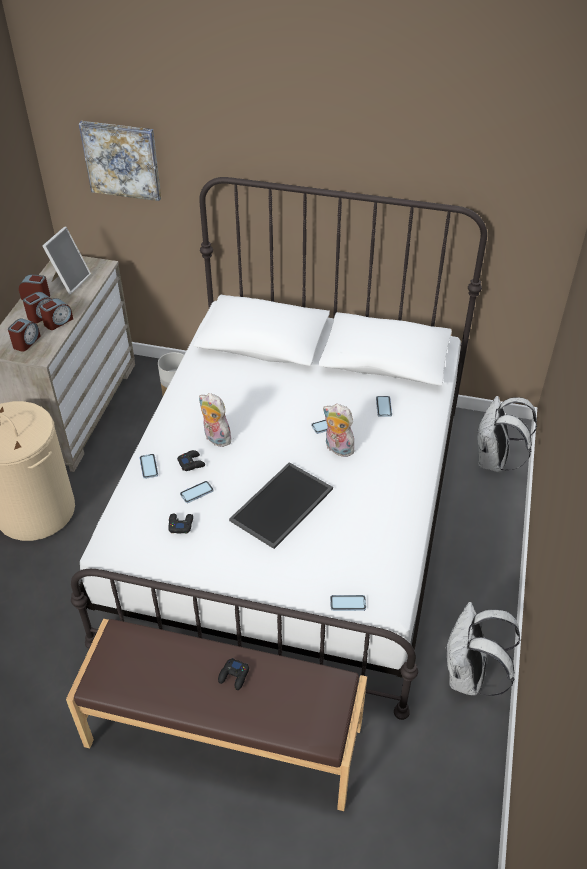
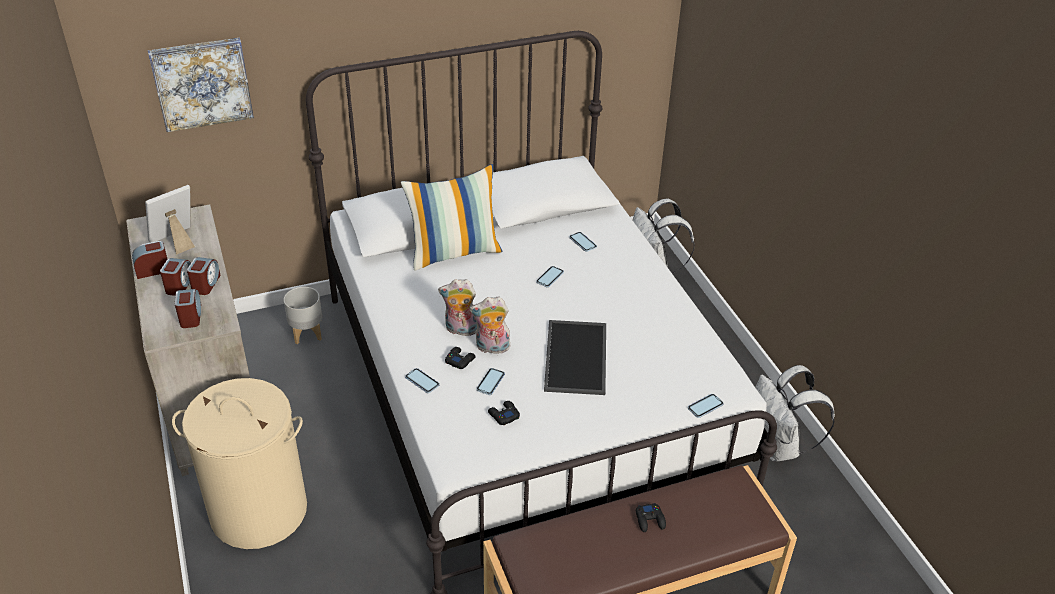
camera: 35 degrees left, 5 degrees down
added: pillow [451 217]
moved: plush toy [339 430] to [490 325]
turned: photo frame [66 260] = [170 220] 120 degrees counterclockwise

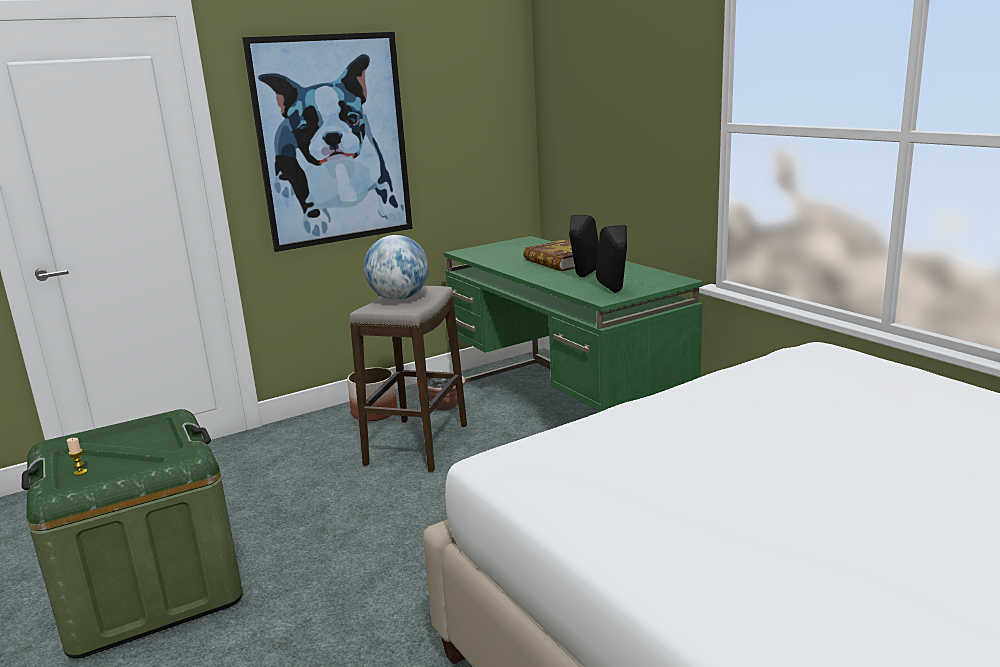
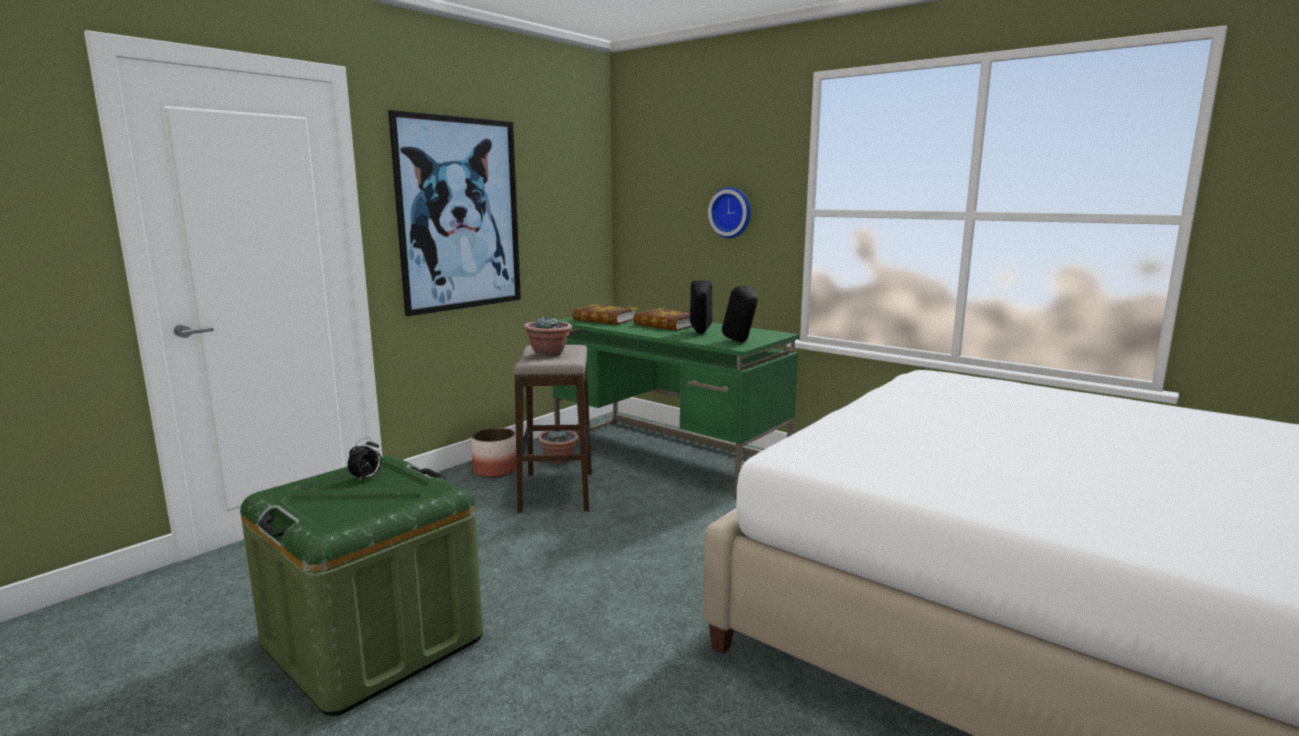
camera: 20 degrees left, 5 degrees down
removed: wax light [77 457]
added: alarm clock [365 459]; bound book [605 314]; wall clock [729 212]
replaced: desk globe [396 267] to plant in a pot [548 336]

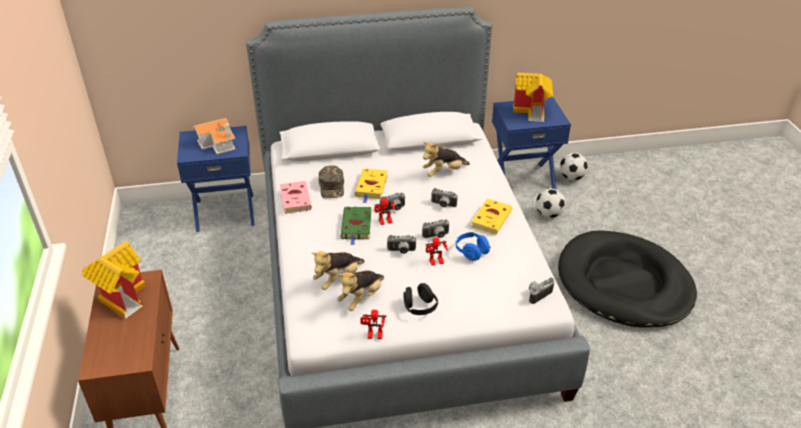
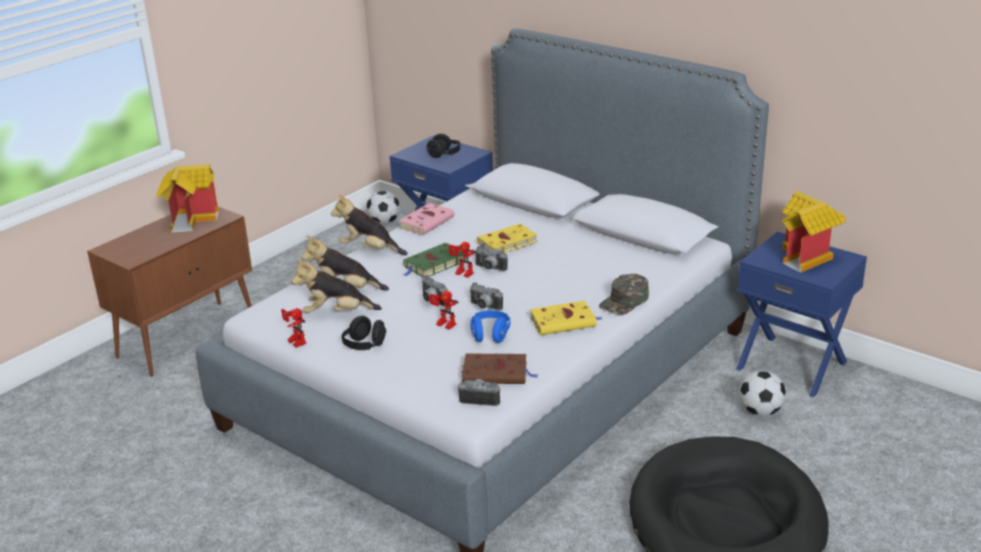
camera: 50 degrees right, 10 degrees down
removed: still camera [444 197]
added: bound book (brownish) [500 368]
moved: baseball cap (greenish) [331 182] to [624 294]; plush toy [446 159] to [369 224]; ball for football [574 166] to [383 207]
replaced: model house [214 136] to pair of headphones (blackish) [443 146]

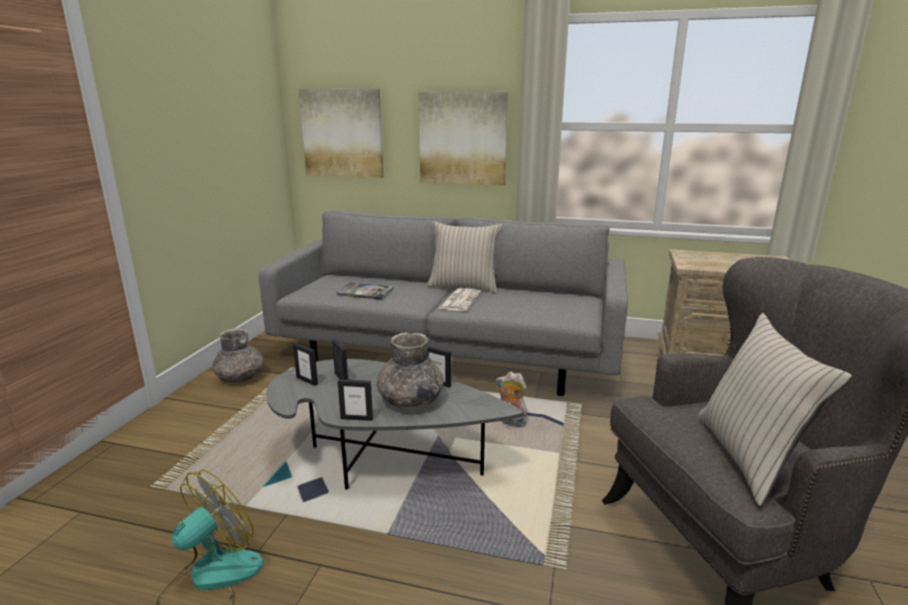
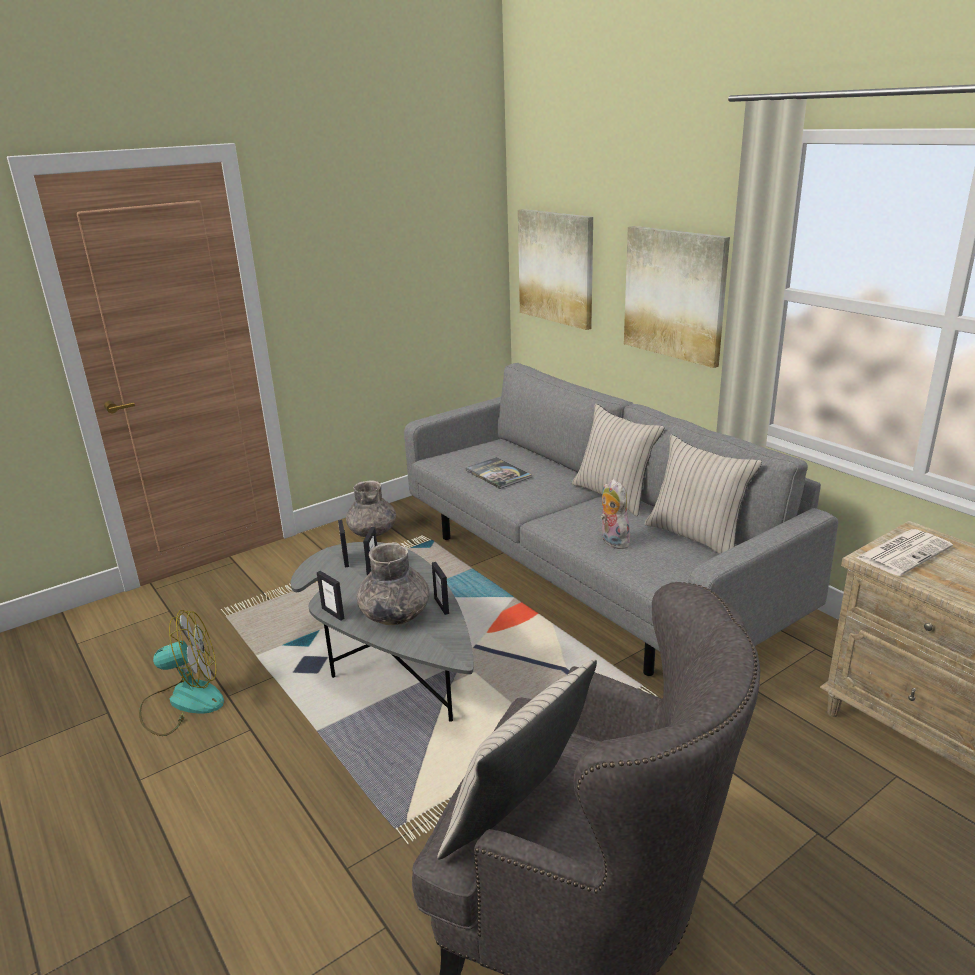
camera: 40 degrees right, 5 degrees up
added: pillow (beige-coloured) [703 494]
moved: printed paper [460 299] to [904 552]; plush toy [511 399] to [615 514]

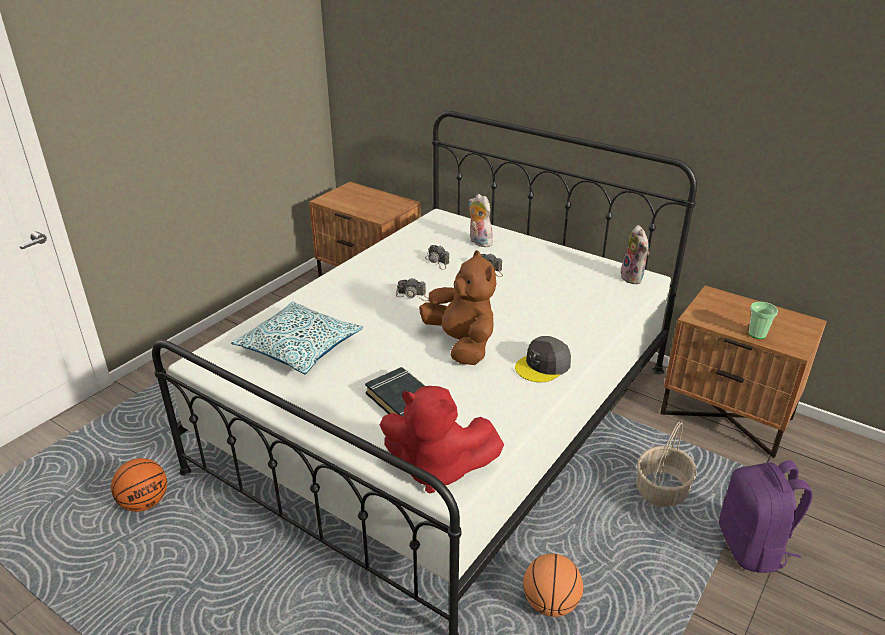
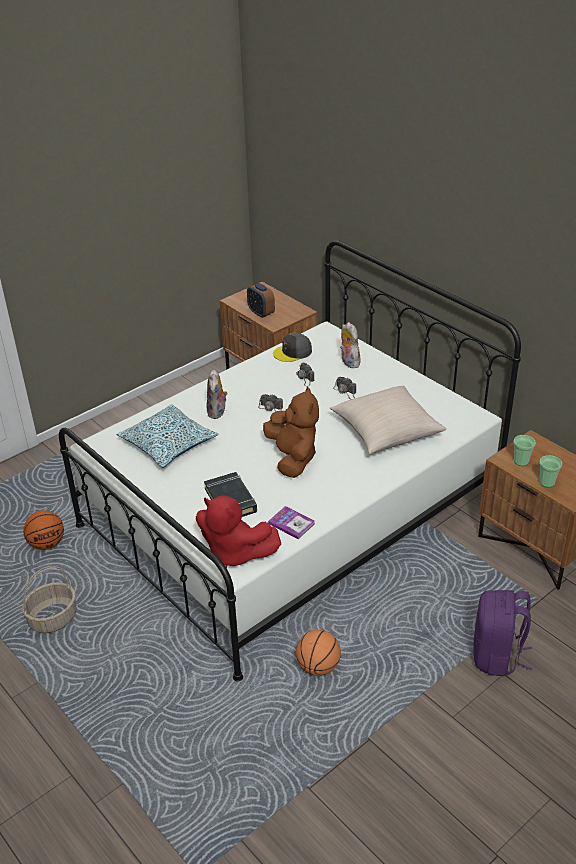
camera: 15 degrees right, 5 degrees up
added: alarm clock [261 300]; bound book [291 522]; pillow (beige-coloured) [388 419]; cup [524 450]
moved: baseball cap (gray) [543 359] to [292 347]; plush toy [635 254] to [217 394]; basket [666 464] to [49 599]

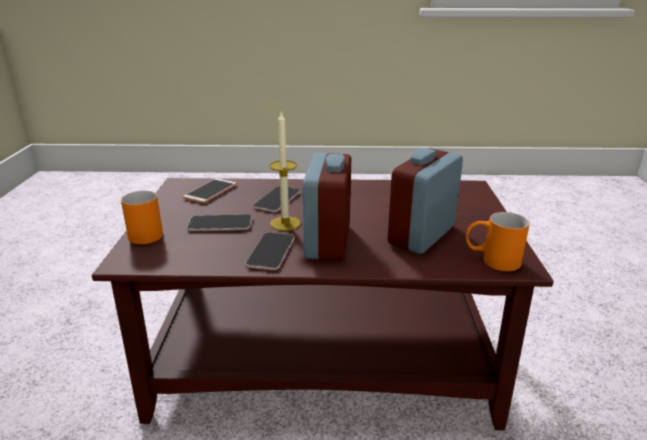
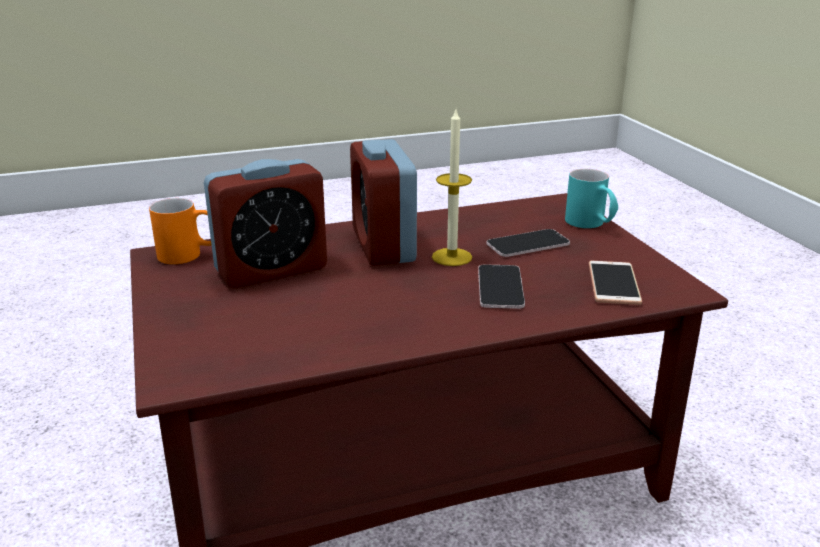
camera: 160 degrees right, 0 degrees up
removed: handset [269 251]
recoloured: coffee mug (orange) [142 217] to coffee mug (blue-green) [591 198]
turned: alarm clock [425 201] = [265 223] 45 degrees clockwise

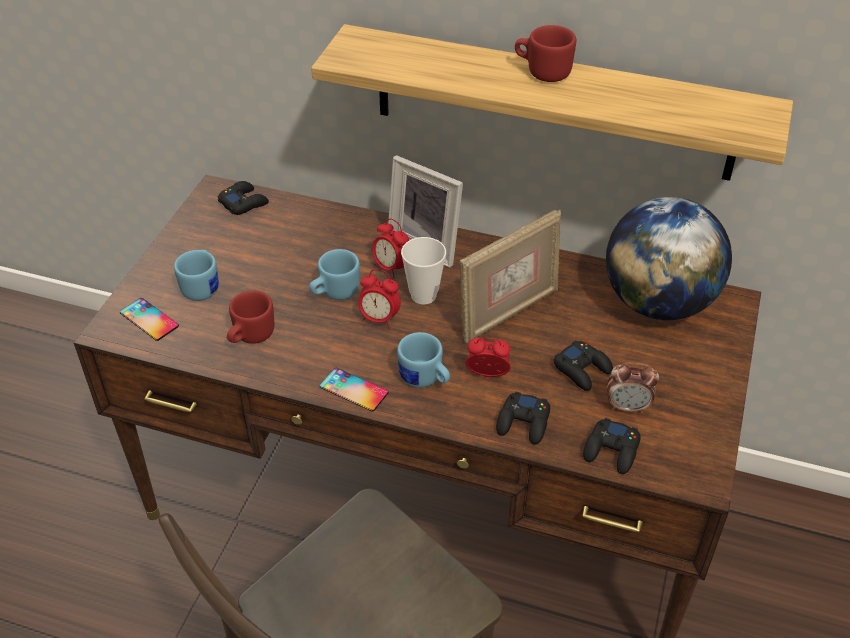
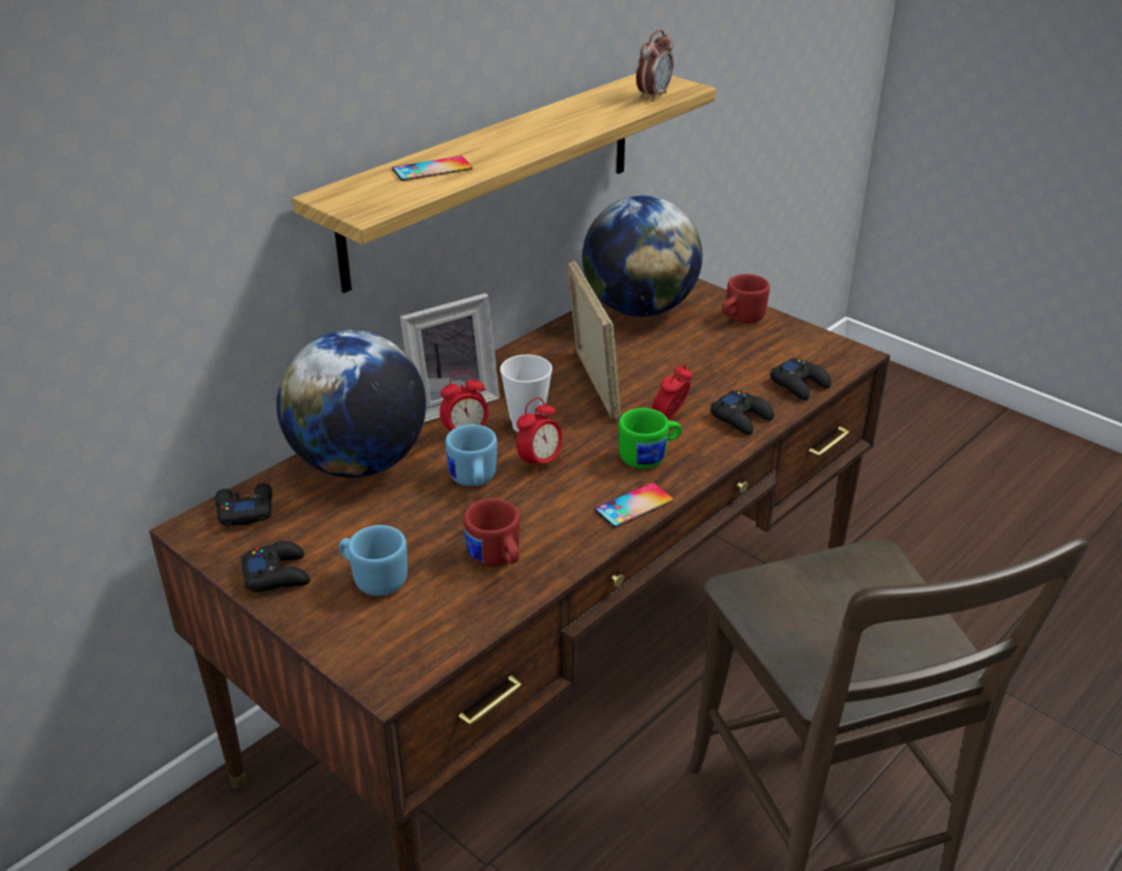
camera: 65 degrees left, 10 degrees down
added: desk globe [351 404]
moved: handset [149 319] to [432 168]; coffee mug (red-coloured) [545 53] to [746 299]; gamepad (blackish) [583 365] to [275 566]; alarm clock [633 387] to [655 65]
recoloured: coffee mug (blue) [423 360] to coffee mug (greenish) [650 438]

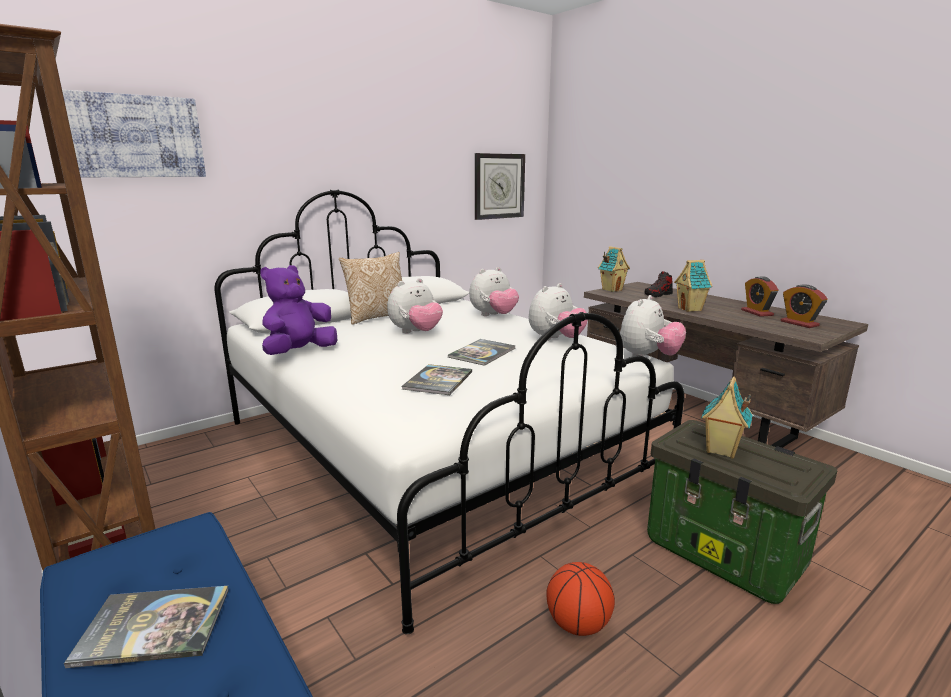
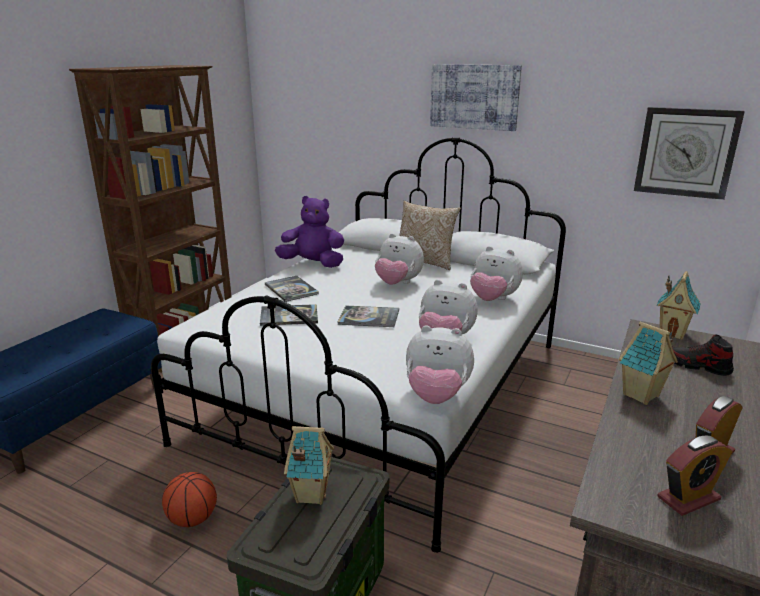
camera: 65 degrees right, 5 degrees up
moved: picture [134 133] to [476 97]; bound book [146 627] to [292 289]
turned: alarm clock [804 306] = [695 475] 150 degrees counterclockwise

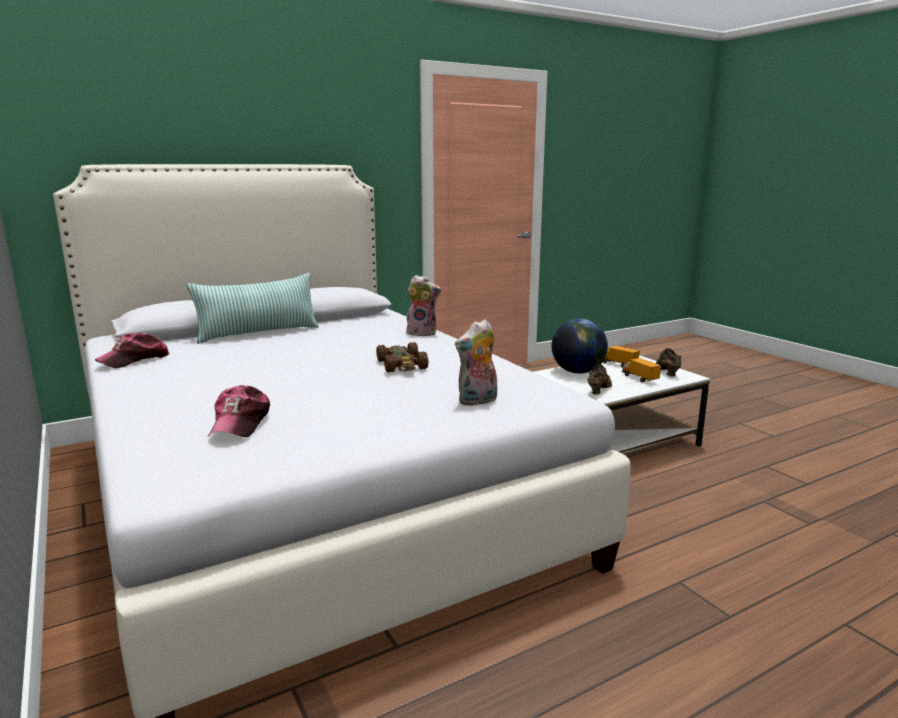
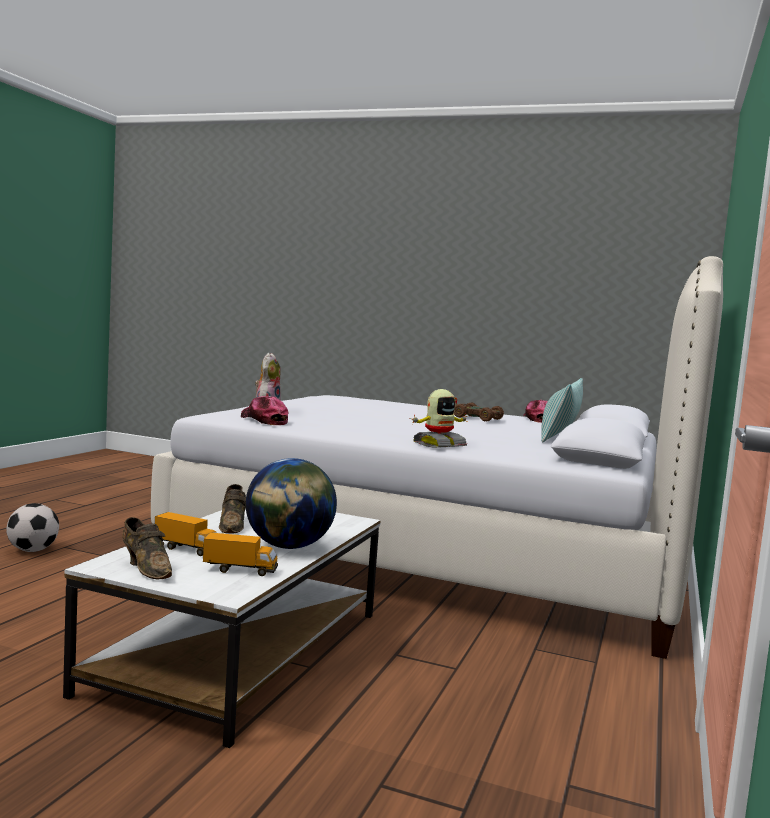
camera: 140 degrees right, 10 degrees down
added: ball for football [32 527]
moved: baseball cap [239 411] to [265 410]; model car (brownish) [402 357] to [479 412]
replaced: plush toy [423 305] to toy robot [440 418]

